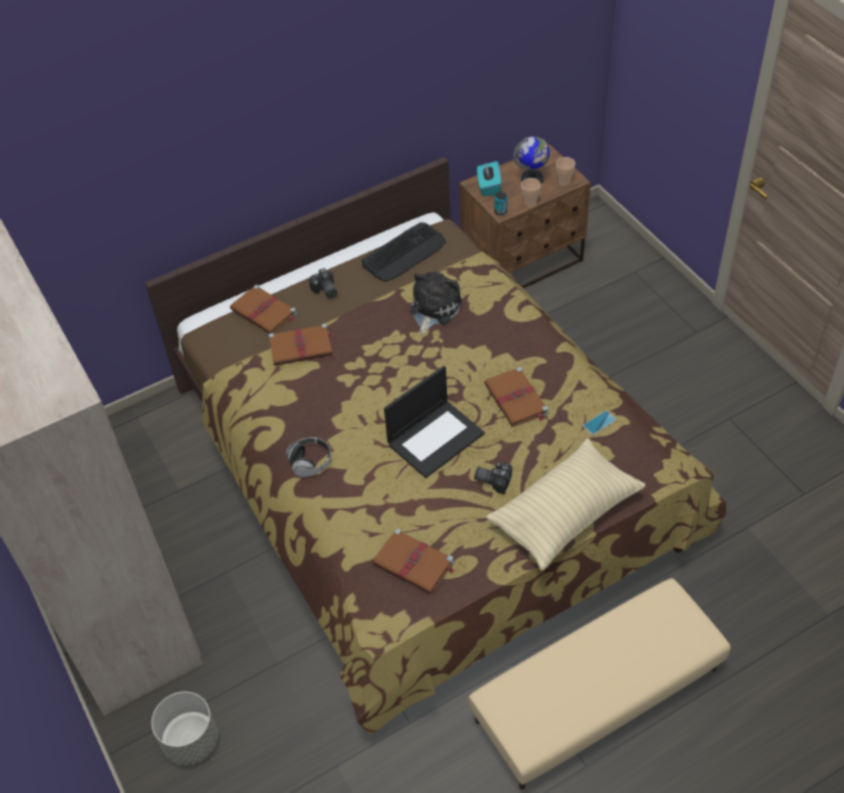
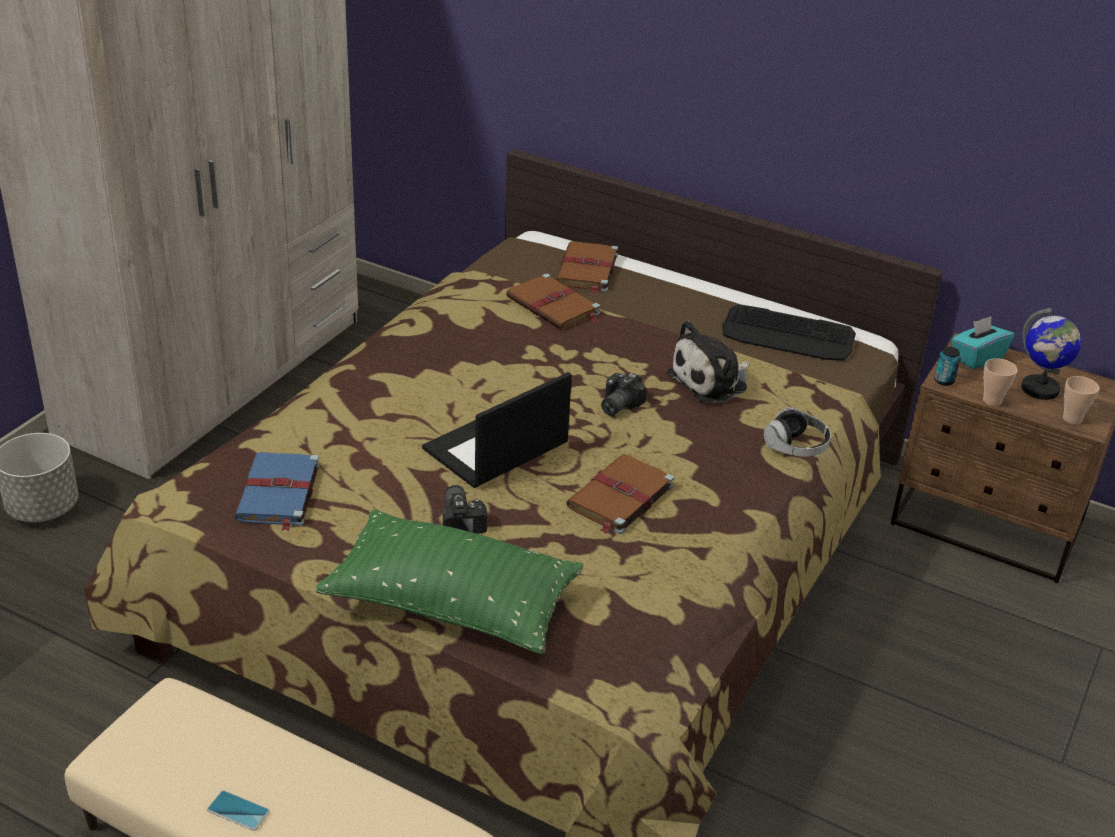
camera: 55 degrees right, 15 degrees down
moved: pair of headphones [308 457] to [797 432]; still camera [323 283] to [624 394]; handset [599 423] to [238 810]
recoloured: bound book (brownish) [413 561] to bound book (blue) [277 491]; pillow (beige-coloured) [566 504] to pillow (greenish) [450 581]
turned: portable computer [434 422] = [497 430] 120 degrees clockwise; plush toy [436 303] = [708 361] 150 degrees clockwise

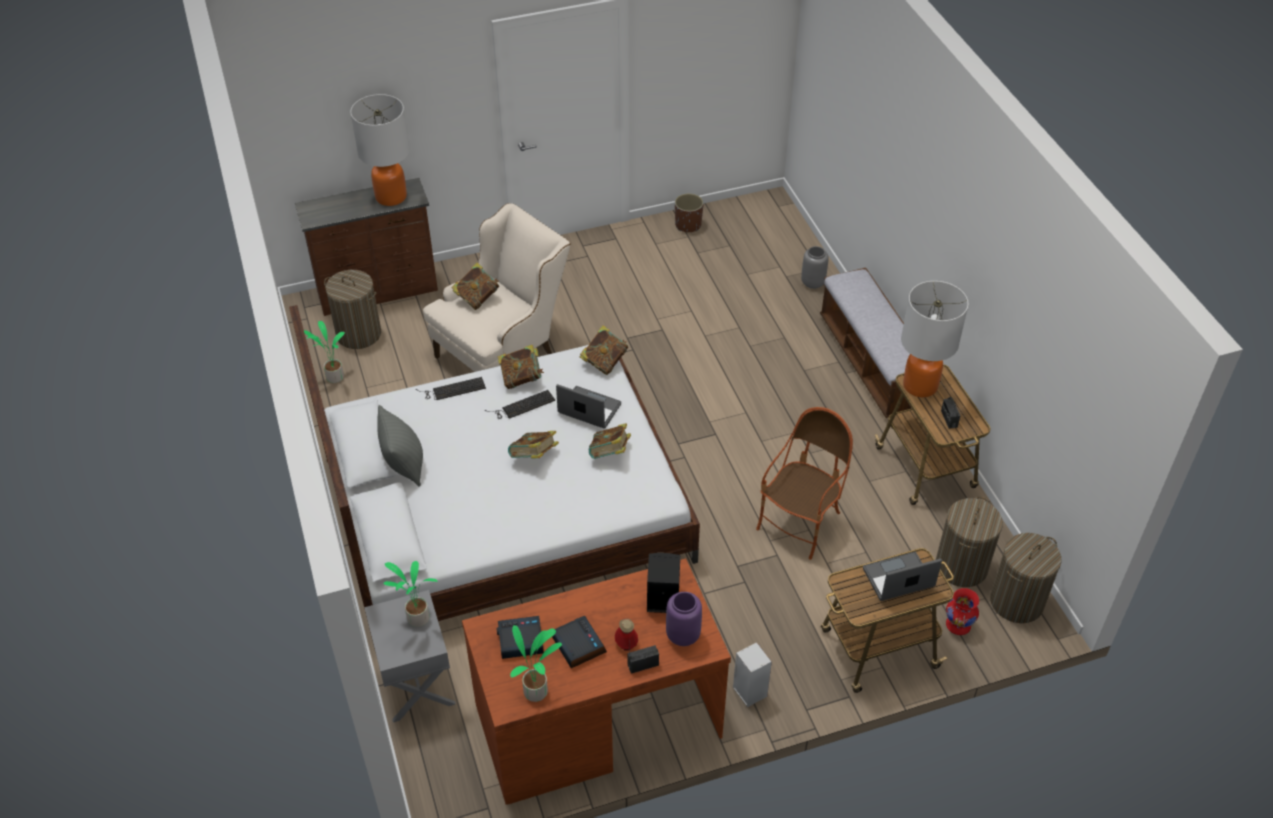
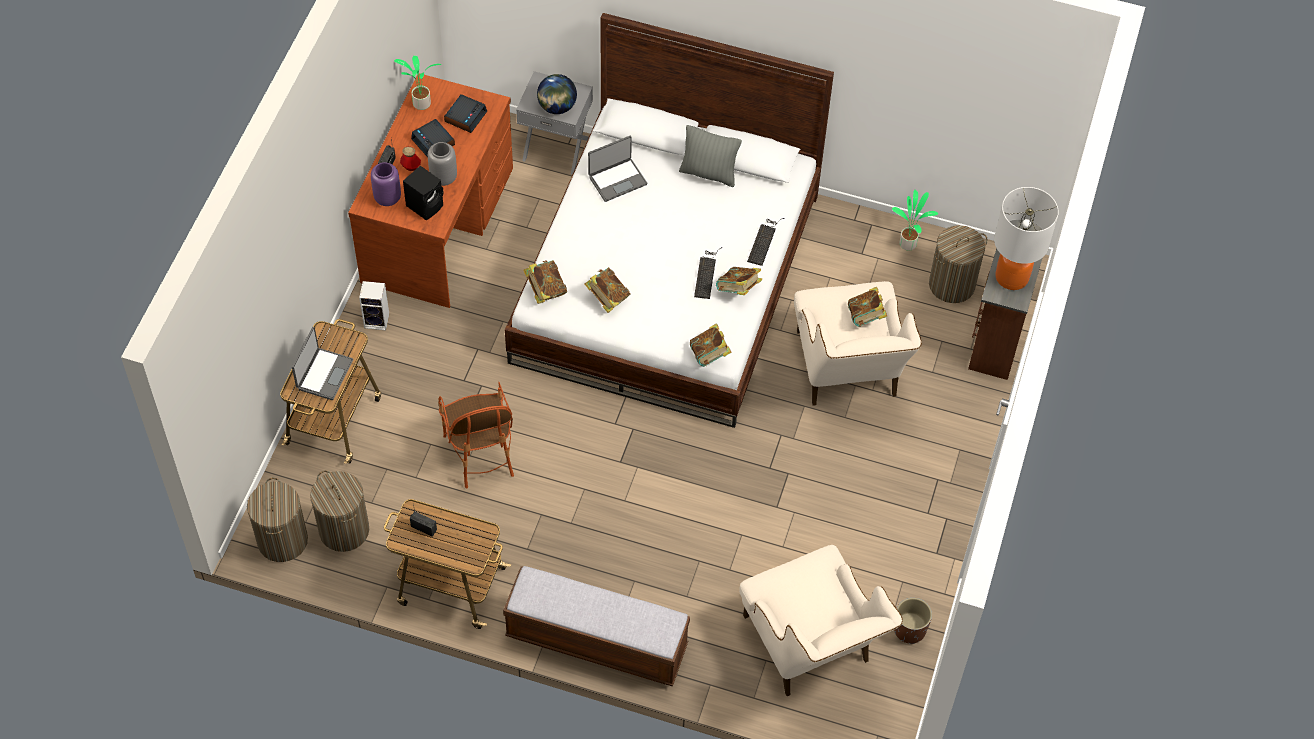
camera: 125 degrees right, 10 degrees up
removed: tabletop lamp [934 339]; flower vase (red-coloured) [962 611]
added: easy chair (beige-coloured) [821 620]
moved: bound book [533 445] to [545 282]; portable computer [588 406] to [617 169]; flower vase (gray) [815 267] to [442 164]
replaced: plant in a pot [410 594] to desk globe [557 94]
turned: alarm clock [579 642] = [433 138] 45 degrees clockwise

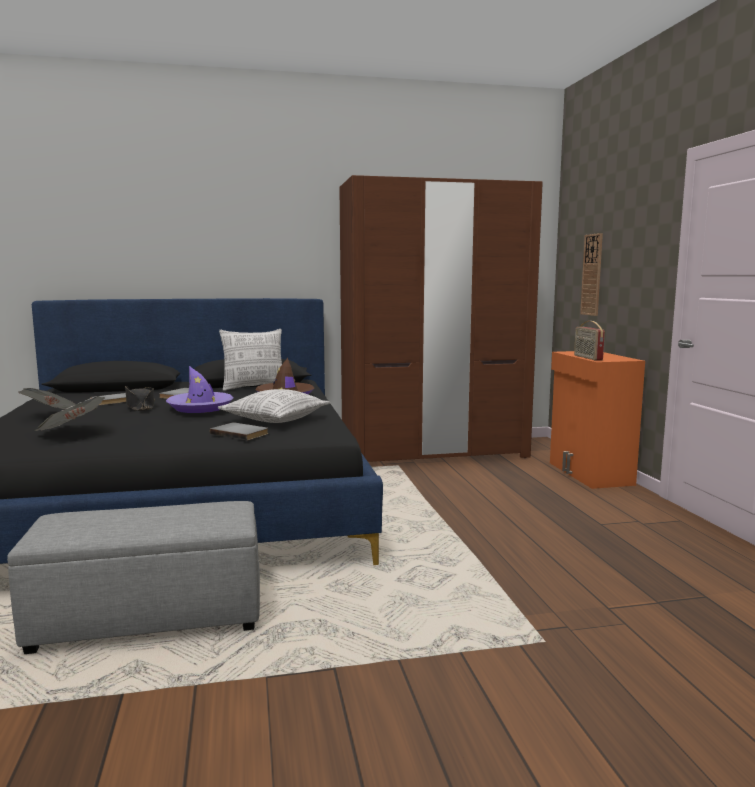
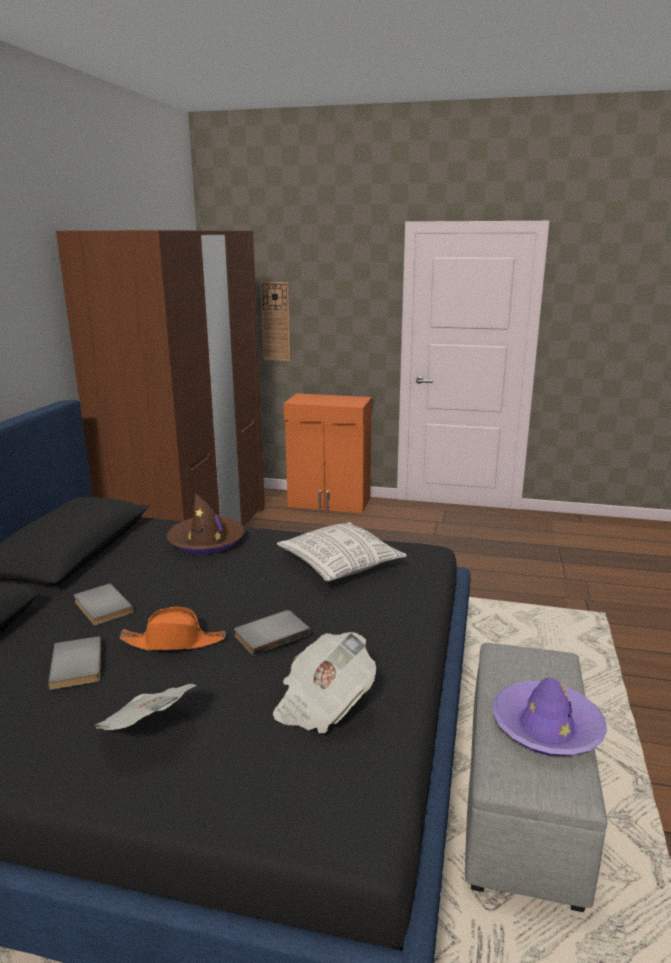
camera: 65 degrees left, 10 degrees up
removed: pillow [250 360]; radio receiver [589 341]
moved: clothing hat (purple) [199 389] to [550 716]; bound book (gray) [239 431] to [272 632]
recoloured: clothing hat (blackish) [140 398] to clothing hat (orange) [172 628]

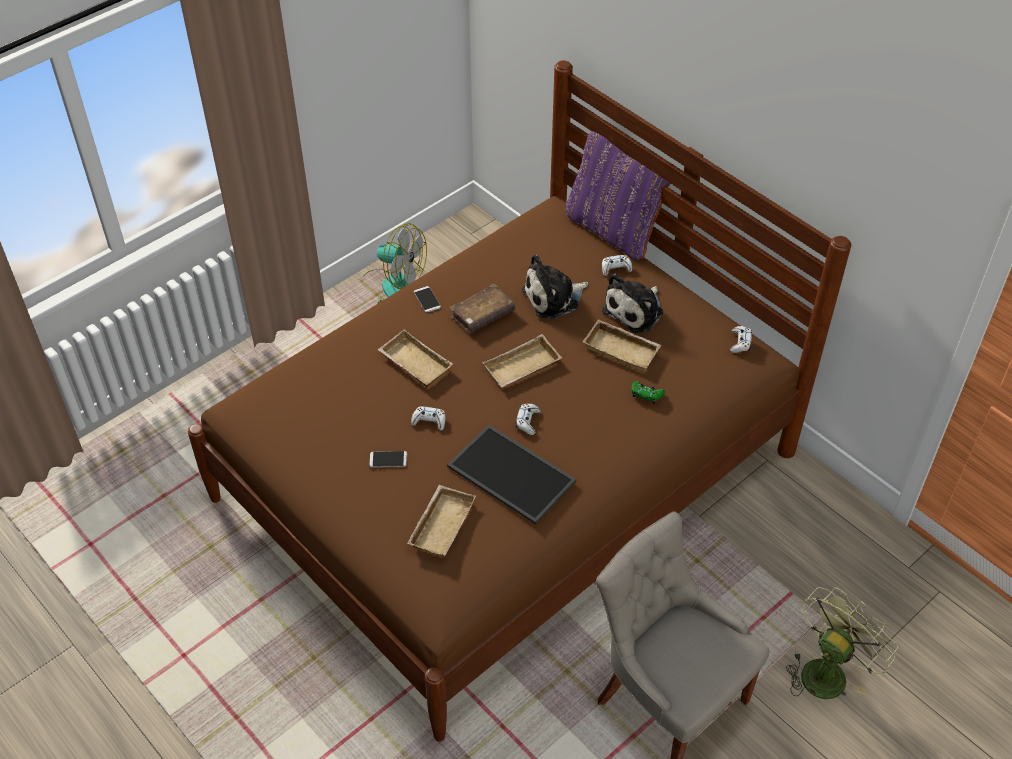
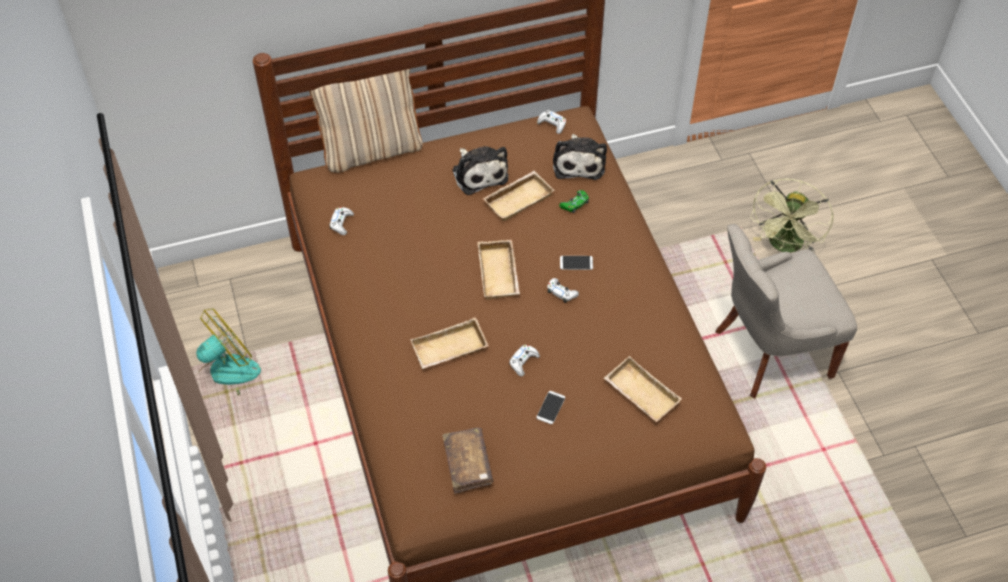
camera: 65 degrees left, 5 degrees up
removed: serving tray [511 475]
moved: handset [427 299] to [576 263]; bound book (brownish) [482 309] to [467 460]; plush toy [555 287] to [580 157]; gamepad (white-coloured) [617 265] to [341 221]
recoloured: pillow (purple) [618 195] to pillow (beige-coloured) [365 121]
turned: cooling fan (greenish) [842 643] = [792 216] 135 degrees counterclockwise

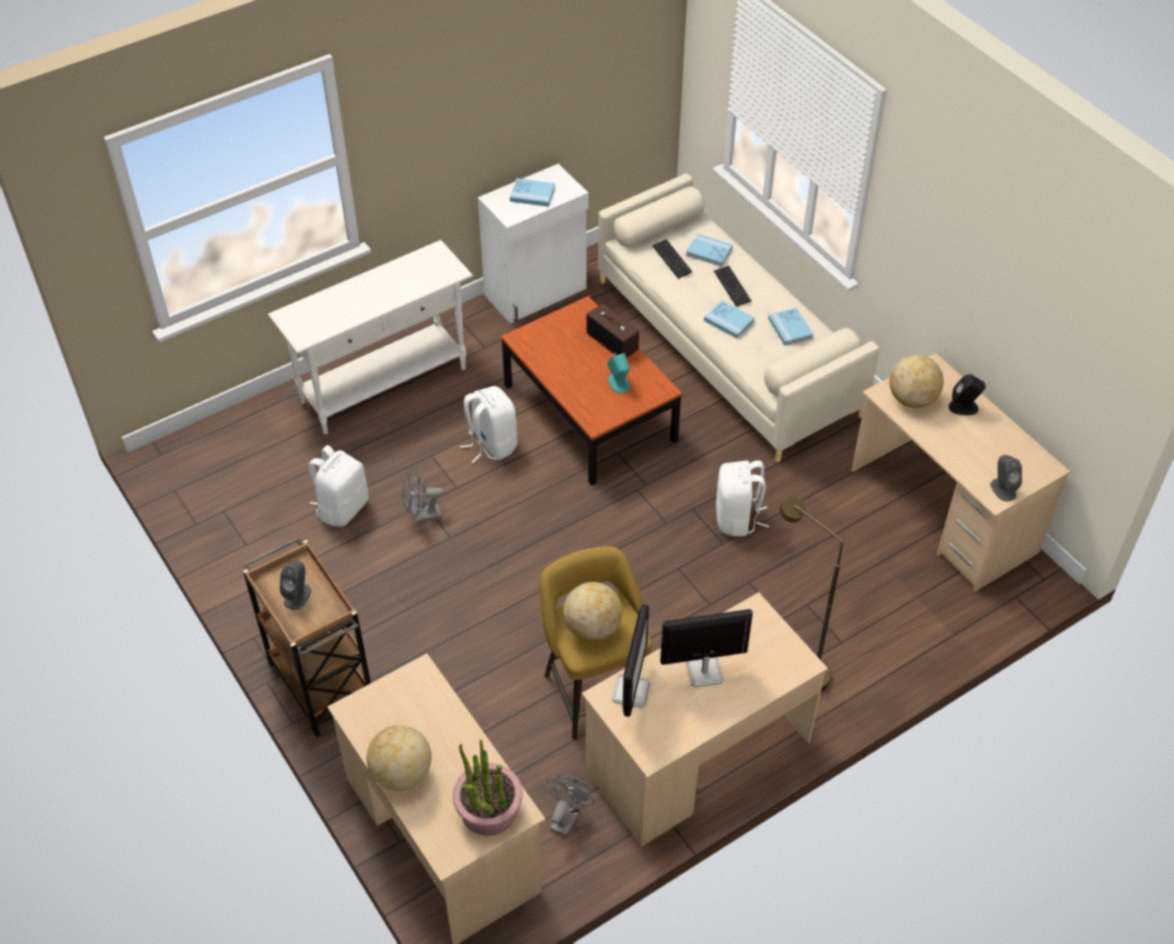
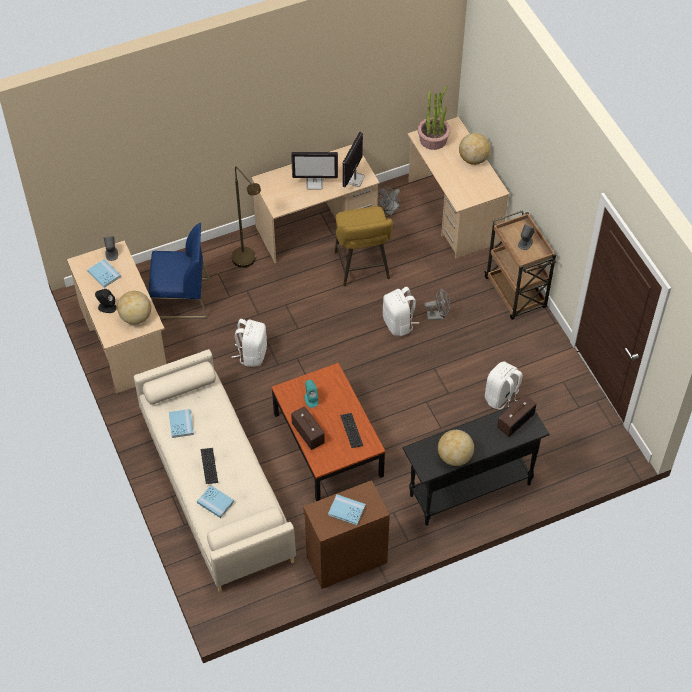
camera: 170 degrees left, 5 degrees up
added: chair (blue) [179 271]; radio receiver [516 416]
moved: cooling fan (gray) [423 497] to [437 304]; knapsack (white-coloured) [488 424] to [401 311]; desk globe [593 611] to [456 448]; PC keyboard [672 259] to [351 430]; bound book (blue) [729 319] to [104 273]
recoloured: hall table (white-coloured) [370 337] to hall table (blackish) [476 466]; cupboard (white-coloured) [533 244] to cupboard (brownish) [346 534]

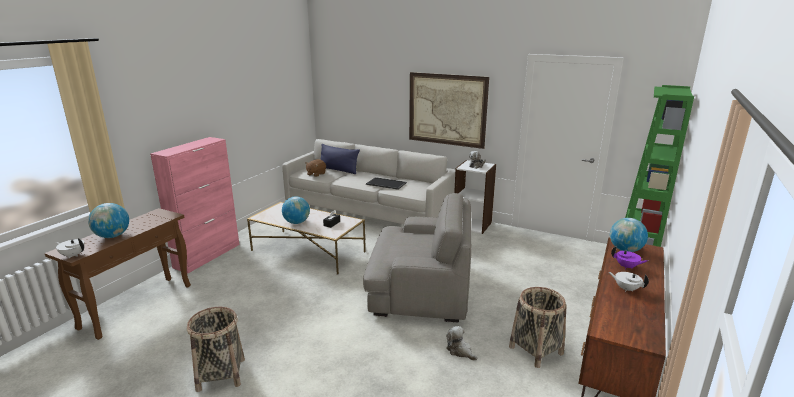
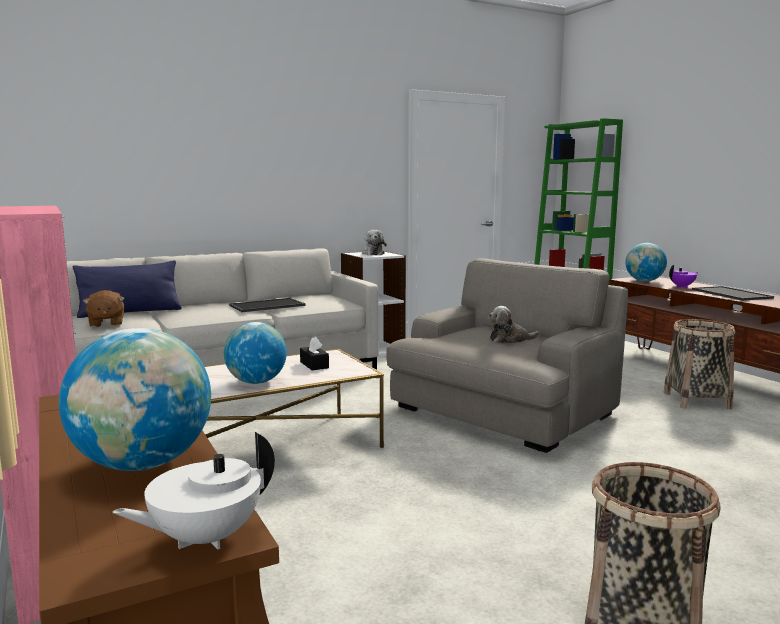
camera: 55 degrees left, 10 degrees down
removed: picture [449 110]
moved: plush toy [461 343] to [514 324]
replaced: pot for tea (white-coloured) [629 282] to serving tray [733 293]

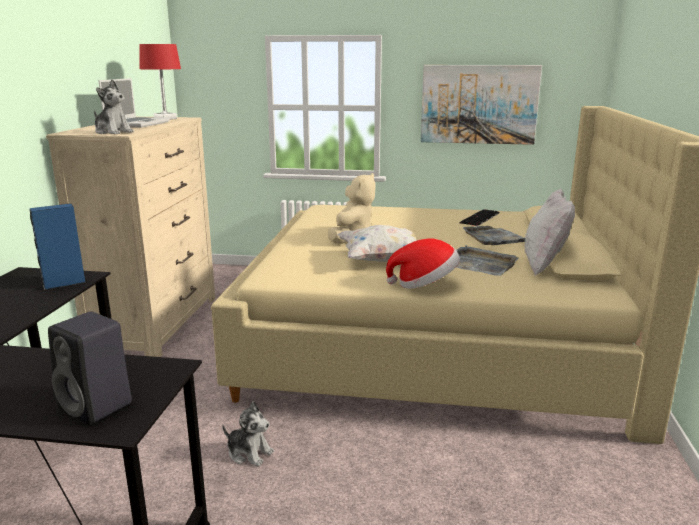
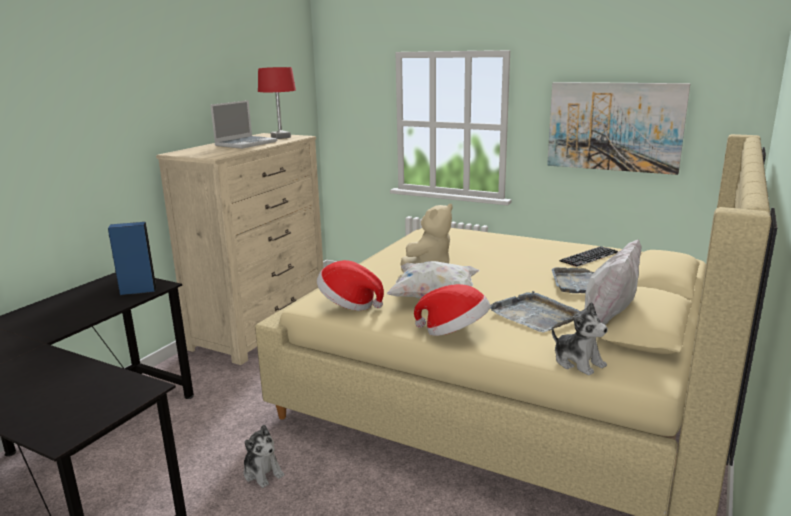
camera: 20 degrees right, 0 degrees up
removed: speaker (blackish) [90 368]
added: clothing hat [350 285]
moved: plush toy [114 107] to [580 338]

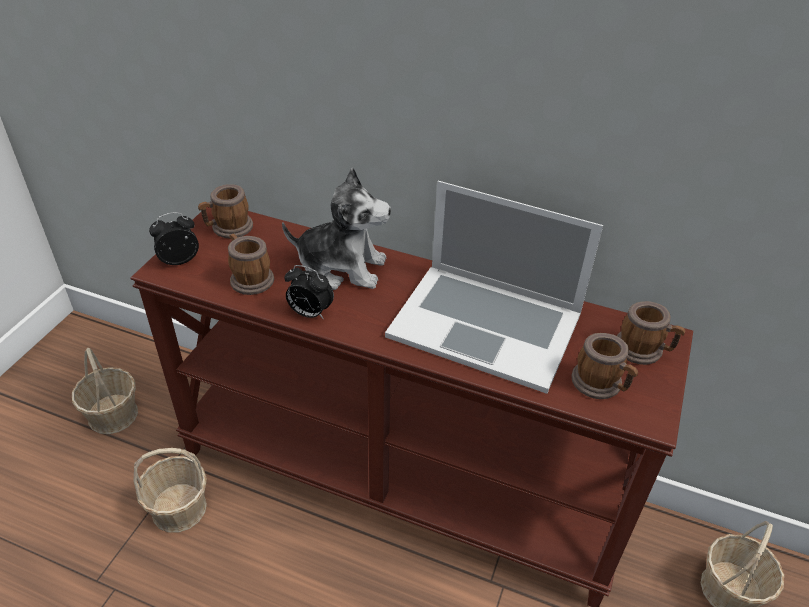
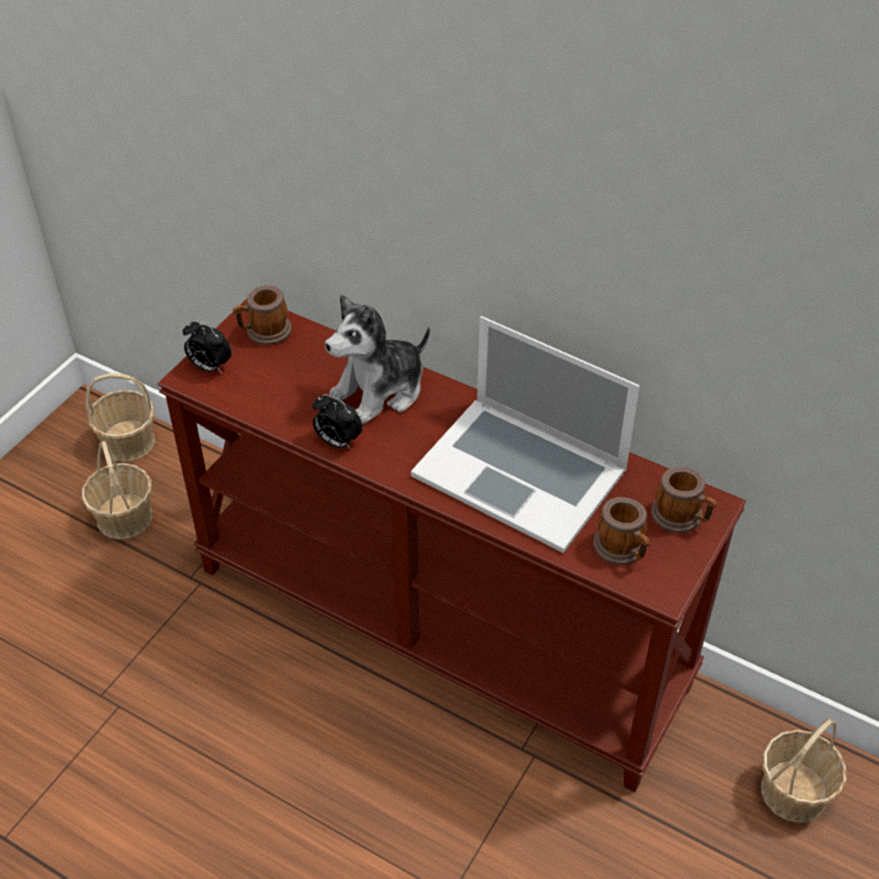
camera: 10 degrees right, 5 degrees up
removed: coffee mug [251 264]
moved: basket [170 490] to [120 417]
turned: alarm clock [174 238] = [207 347] 135 degrees counterclockwise; plush toy [336 229] = [377 359] 120 degrees clockwise

